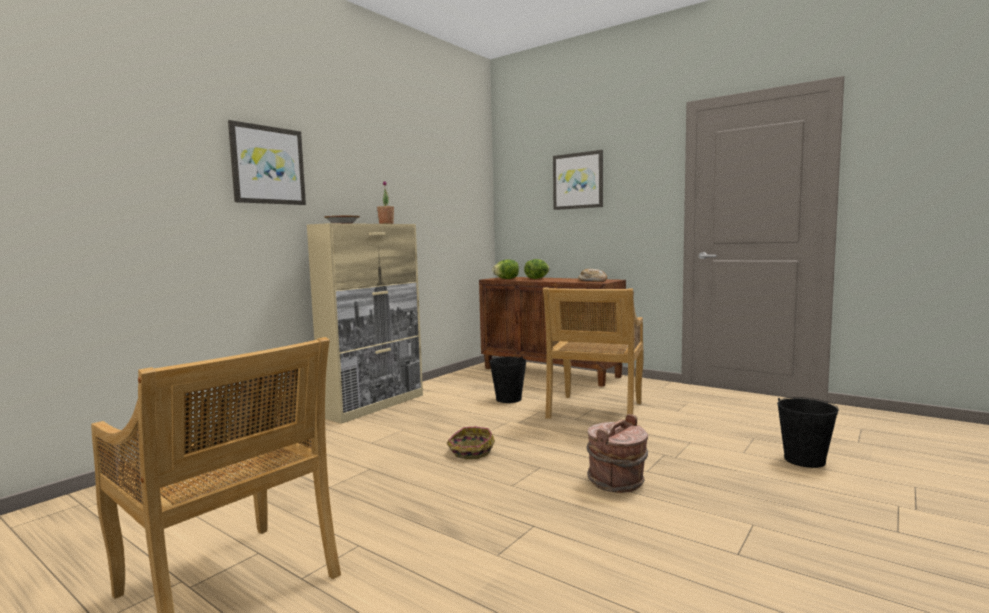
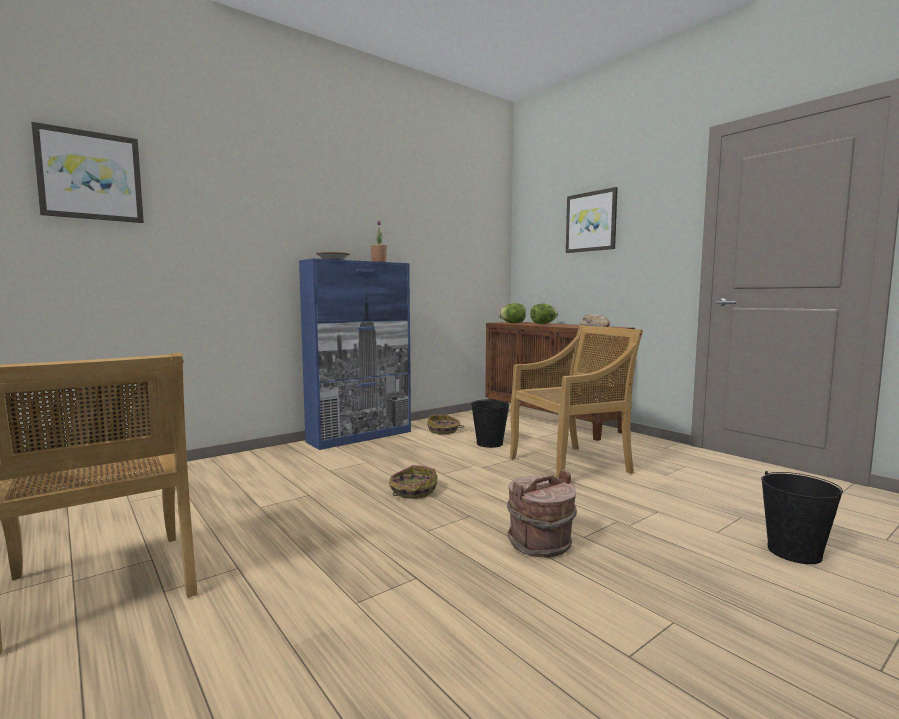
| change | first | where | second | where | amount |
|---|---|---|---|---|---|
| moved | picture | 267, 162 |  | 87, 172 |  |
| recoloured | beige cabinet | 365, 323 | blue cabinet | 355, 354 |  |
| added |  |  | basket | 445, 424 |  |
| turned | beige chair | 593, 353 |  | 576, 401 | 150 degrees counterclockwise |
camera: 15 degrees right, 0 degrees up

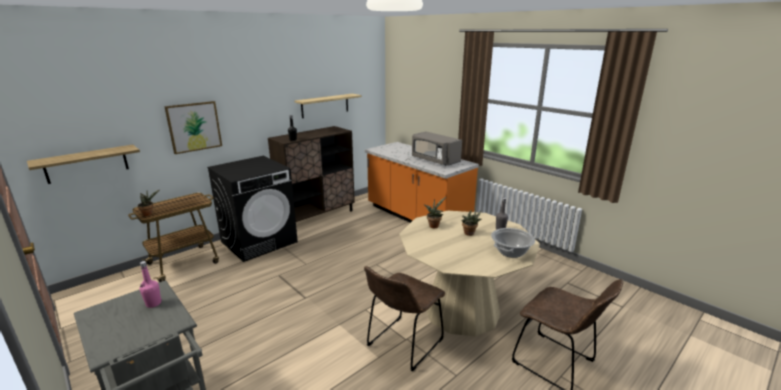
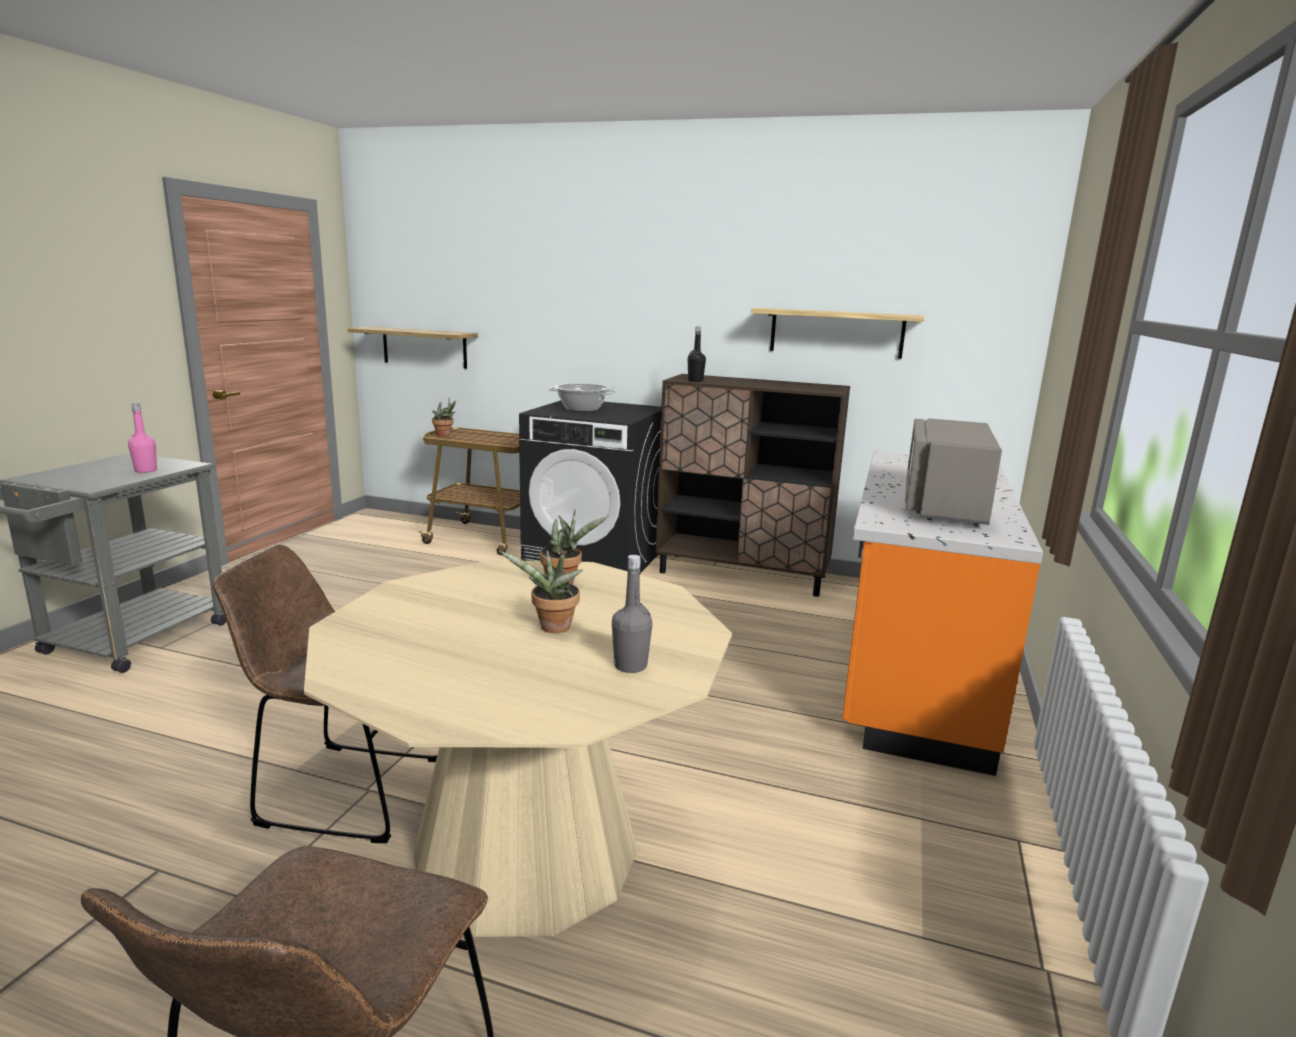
| change | first | where | second | where | amount |
|---|---|---|---|---|---|
| moved | cooking pot | 513, 243 |  | 582, 397 |  |
| removed | picture | 193, 127 |  |  |  |
camera: 60 degrees right, 5 degrees down

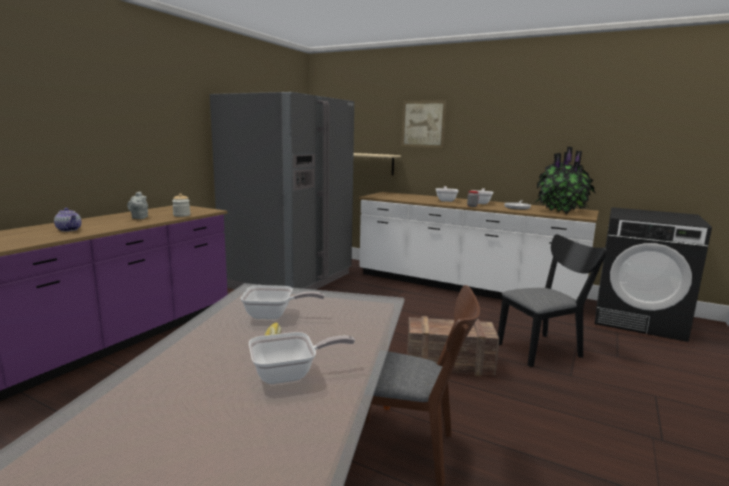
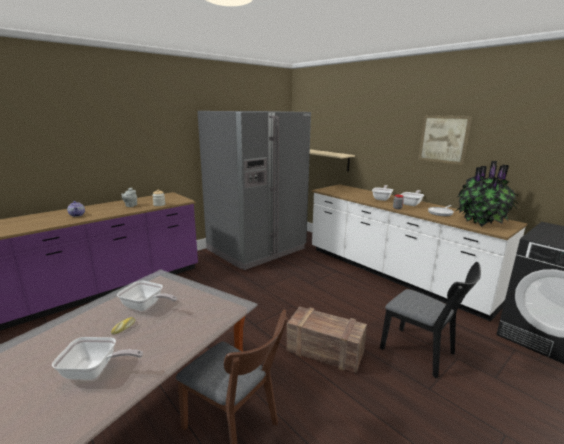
| change | first | where | second | where | amount |
|---|---|---|---|---|---|
| turned | black chair | 552, 300 |  | 430, 320 | 45 degrees clockwise |
| moved | picture | 424, 124 |  | 445, 140 |  |
camera: 20 degrees right, 5 degrees up

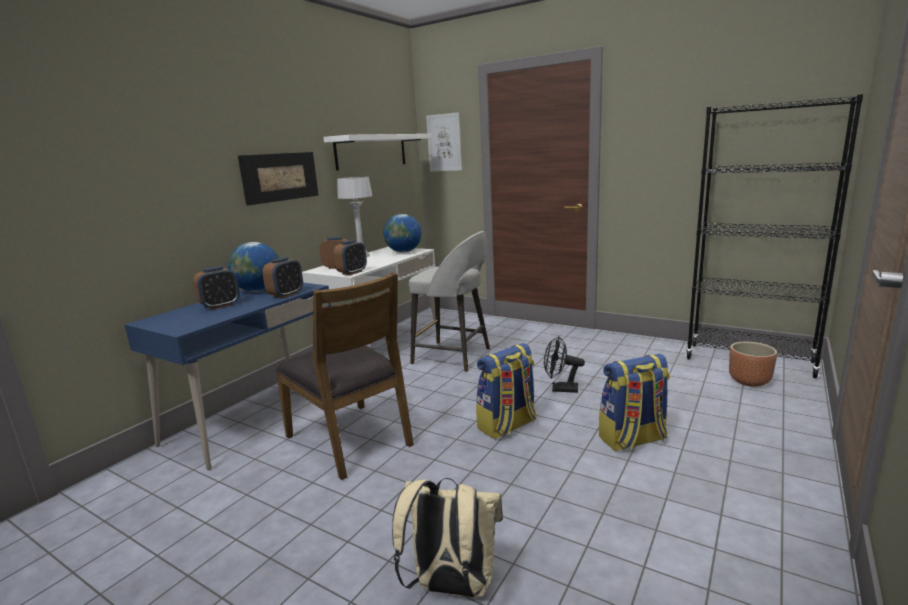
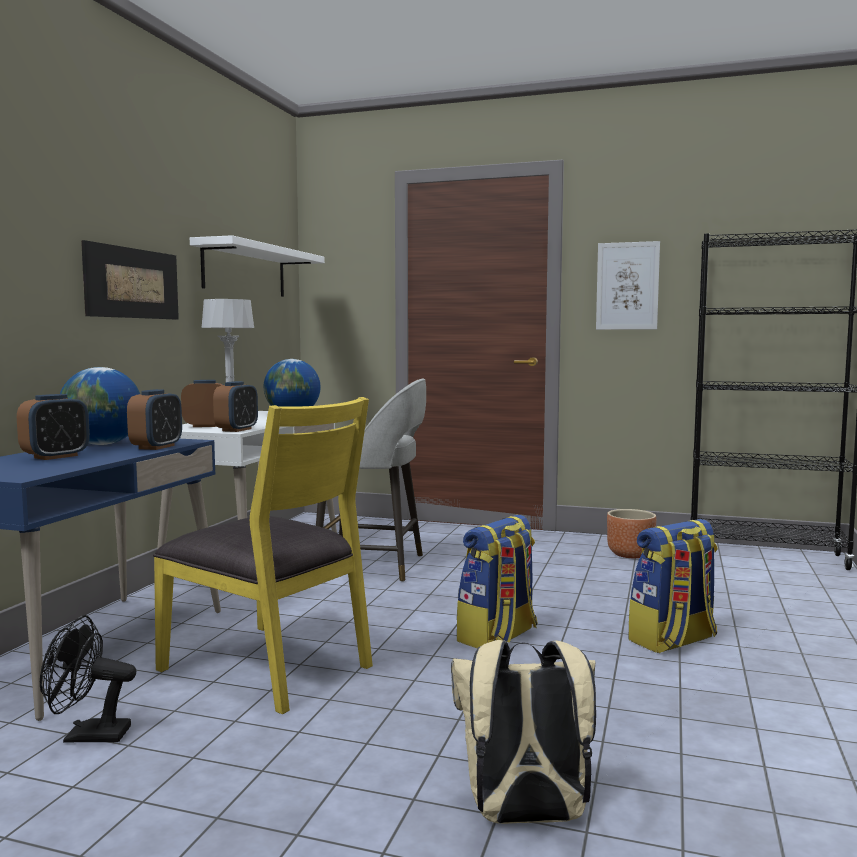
| change | first | where | second | where | amount |
|---|---|---|---|---|---|
| moved | black fan | 564, 364 |  | 88, 679 |  |
| recoloured | brown chair | 344, 376 | yellow chair | 263, 556 |  |
| moved | picture | 444, 142 |  | 628, 285 |  |
| moved | brown planter | 753, 364 |  | 631, 533 |  |
camera: 15 degrees left, 10 degrees down

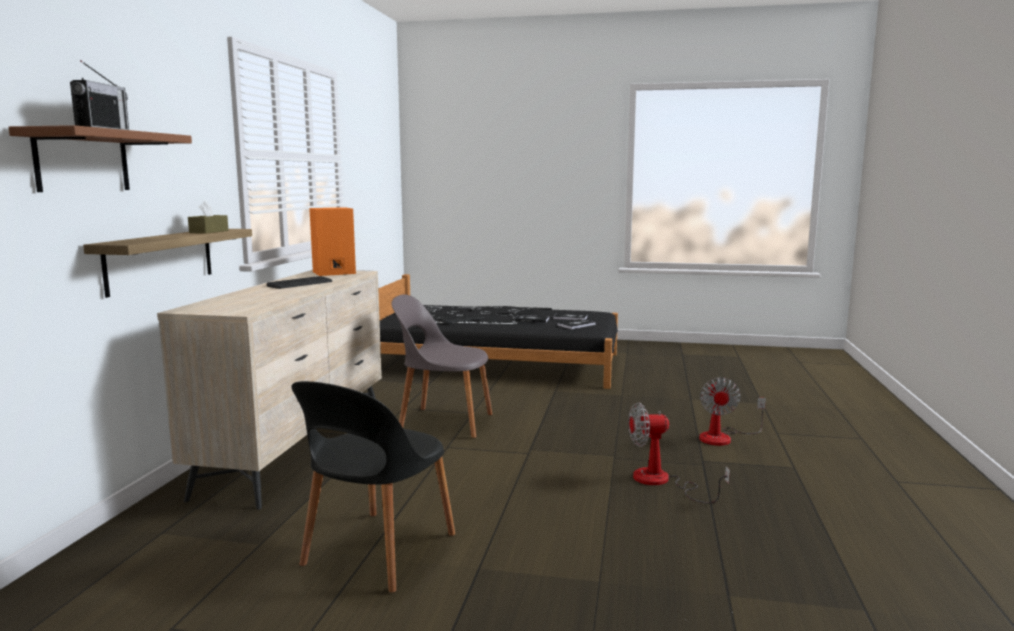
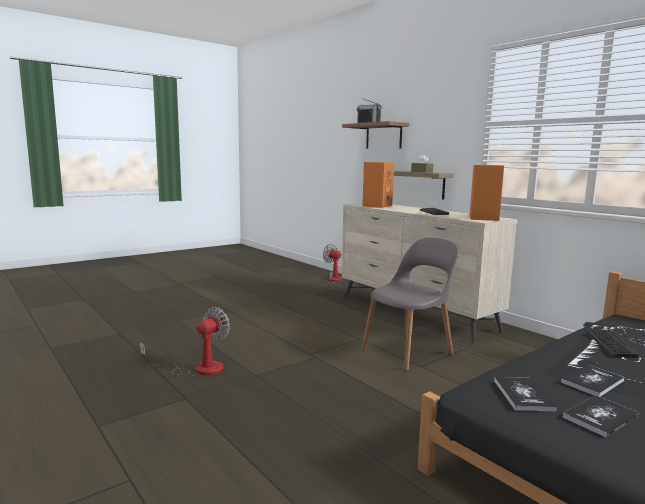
| change | first | where | second | where | amount |
|---|---|---|---|---|---|
| moved | fan | 732, 411 |  | 333, 265 |  |
| added |  |  | orange speaker | 378, 185 |  |
| removed | black chair | 373, 487 |  |  |  |
camera: 130 degrees right, 0 degrees up

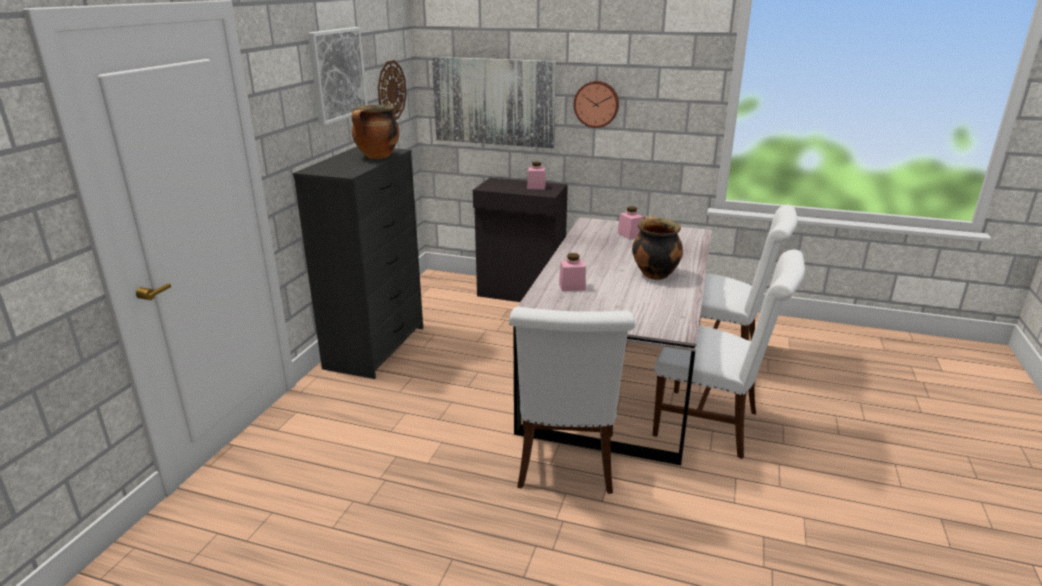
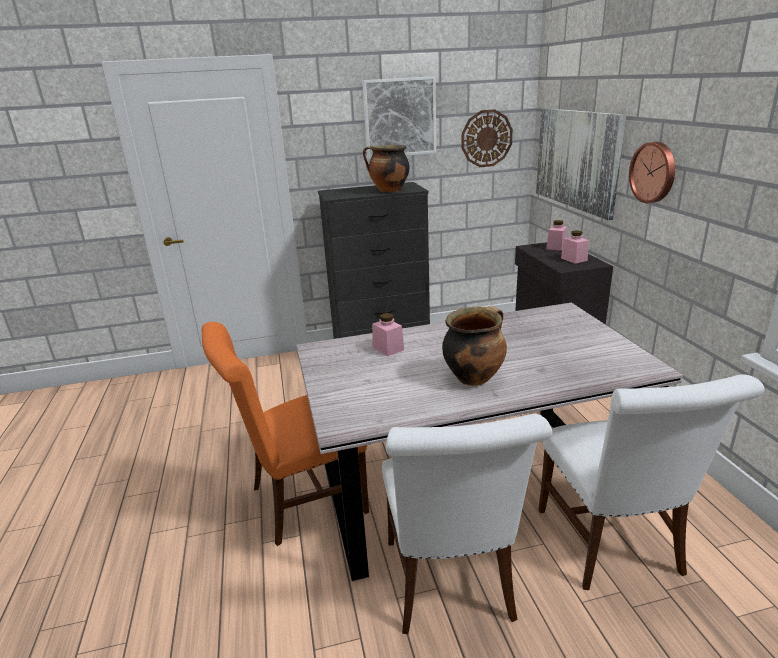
| change | first | where | second | where | amount |
|---|---|---|---|---|---|
| recoloured | white chair | 572, 400 | orange chair | 285, 434 |  |
| moved | pink jar | 630, 222 |  | 556, 235 |  |
camera: 60 degrees right, 0 degrees up

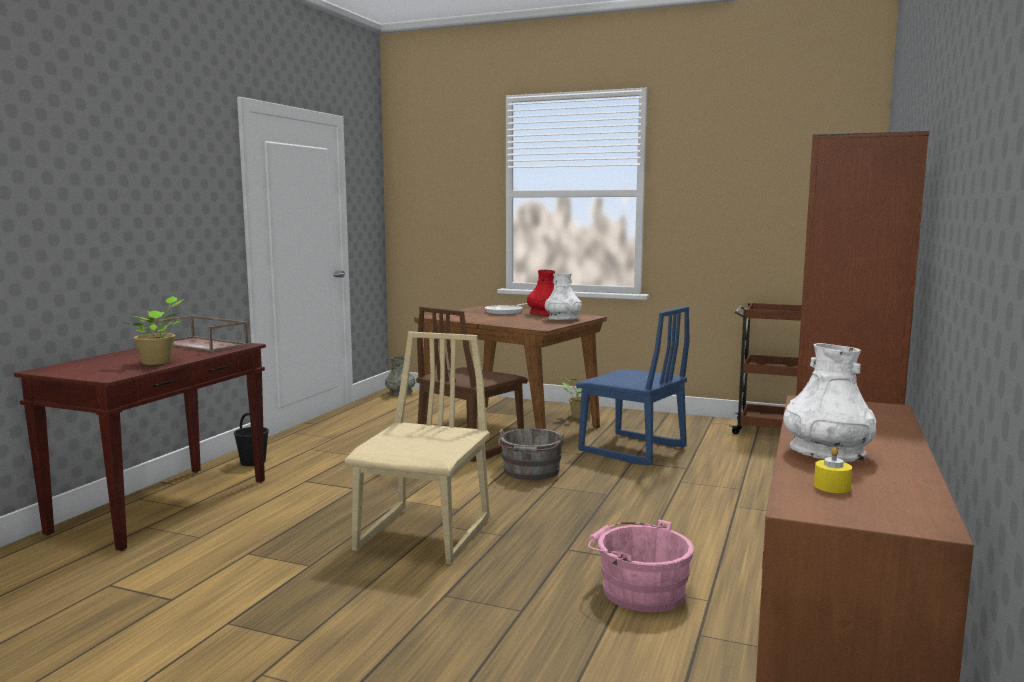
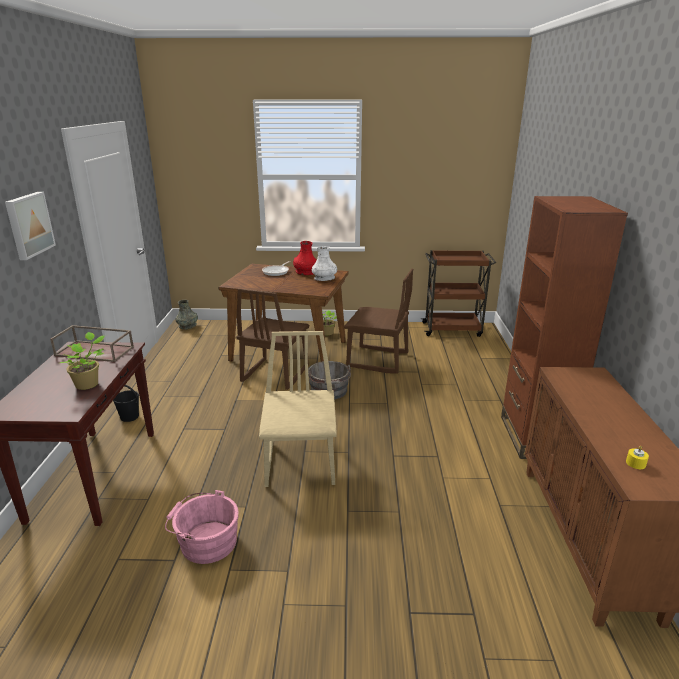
| change | first | where | second | where | amount |
|---|---|---|---|---|---|
| added |  |  | picture | 30, 226 |  |
| moved | pink bucket | 641, 566 |  | 202, 527 |  |
| recoloured | blue chair | 633, 385 | brown chair | 378, 321 |  |
| removed | white vase | 829, 402 |  |  |  |
camera: 20 degrees left, 15 degrees up

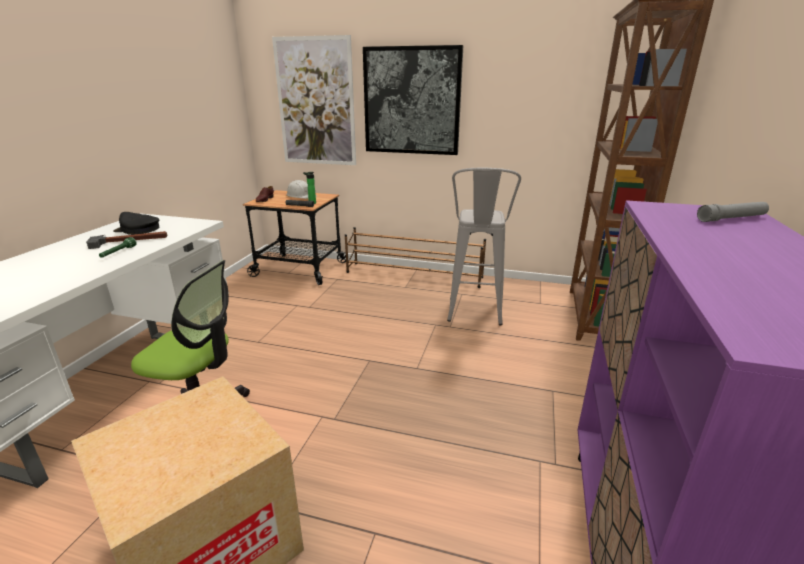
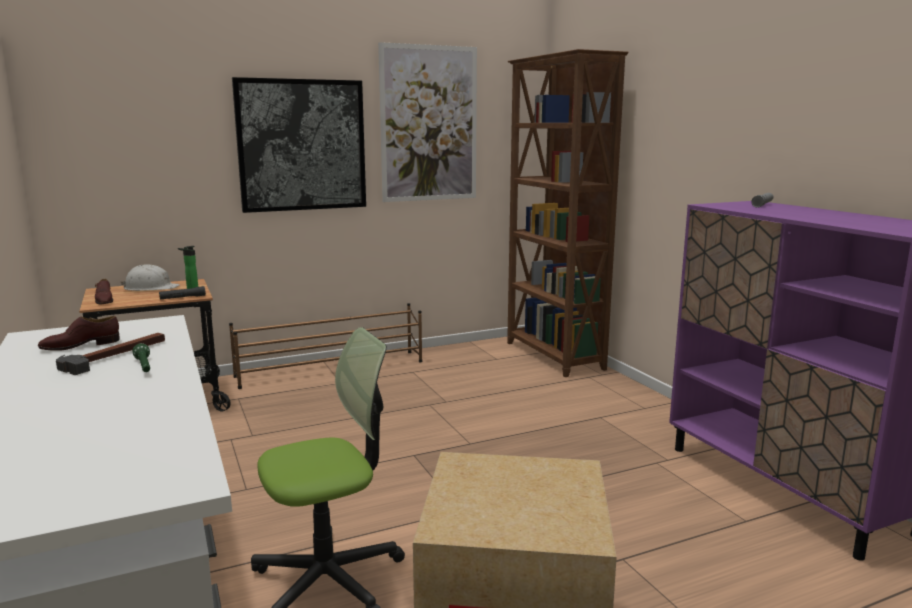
| change | first | where | second | where | amount |
|---|---|---|---|---|---|
| replaced | black cap | 136, 223 | brown shoe | 79, 333 |  |
| moved | picture | 314, 100 |  | 427, 122 |  |
| removed | grey stool | 484, 247 |  |  |  |
camera: 40 degrees left, 10 degrees down

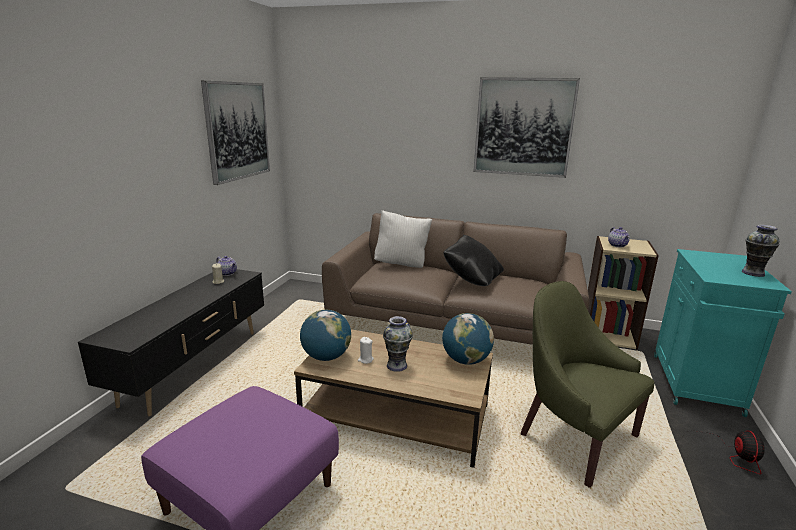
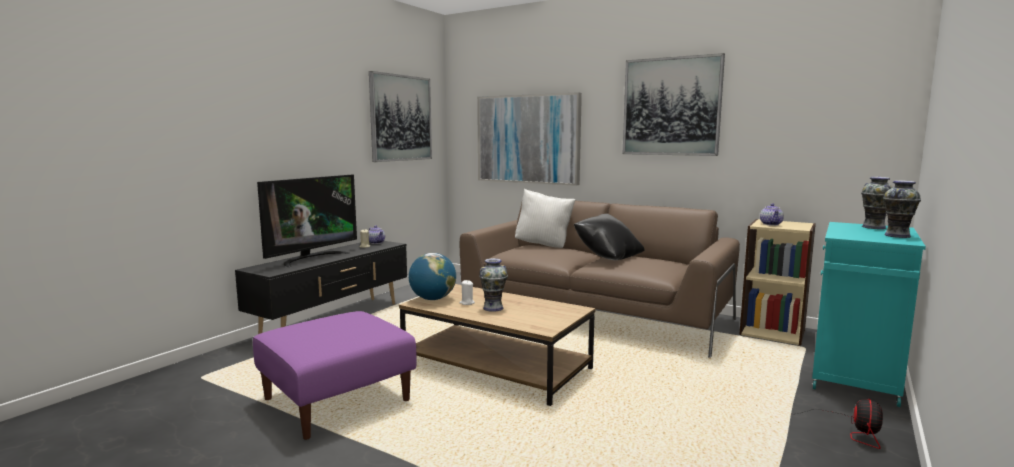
| change | first | where | second | where | amount |
|---|---|---|---|---|---|
| added |  |  | television | 307, 221 |  |
| added |  |  | picture | 529, 139 |  |
| added |  |  | vase | 877, 203 |  |
| removed | globe | 468, 339 |  |  |  |
| removed | green armchair | 587, 384 |  |  |  |
camera: 15 degrees right, 10 degrees down

